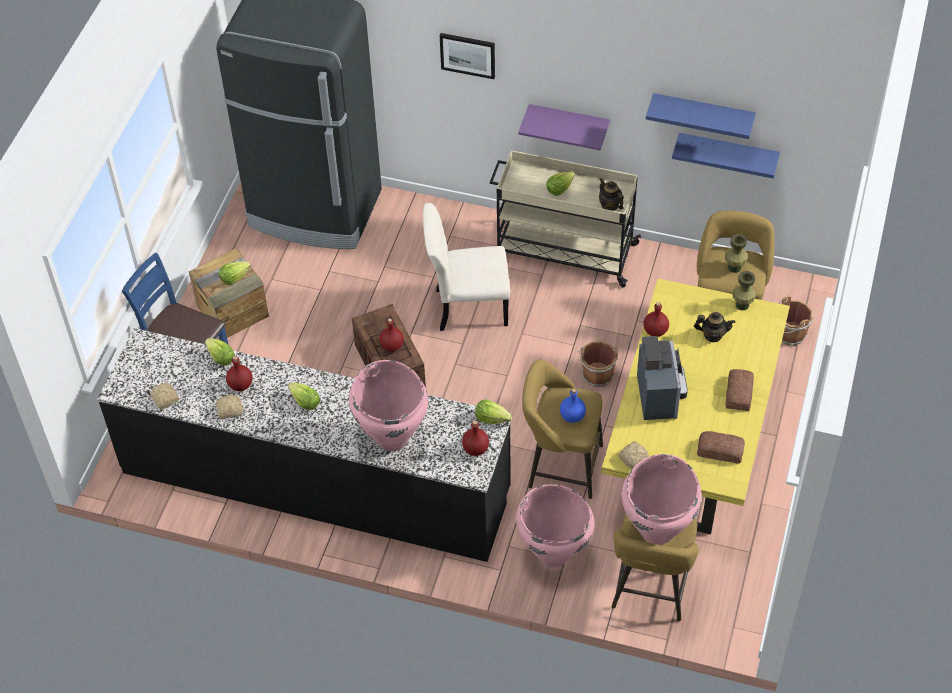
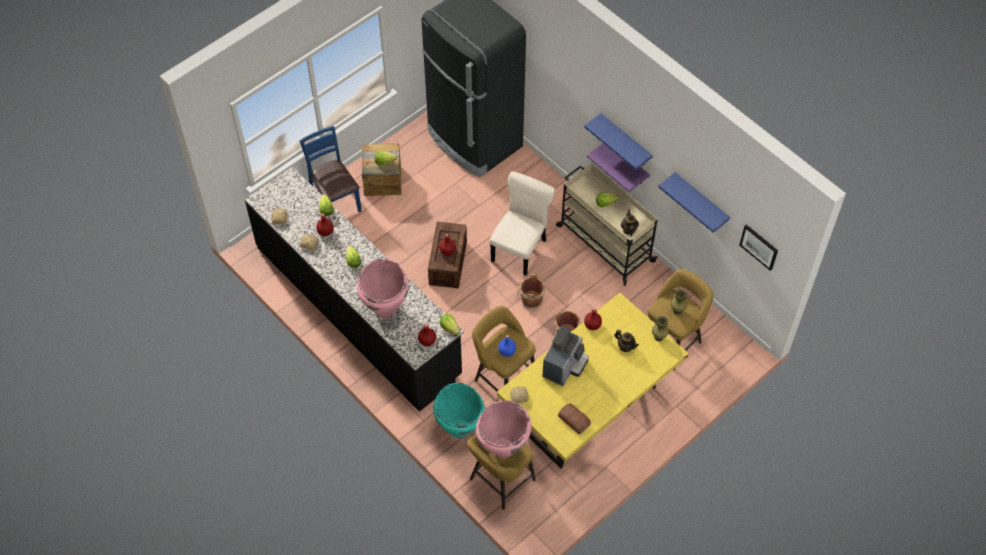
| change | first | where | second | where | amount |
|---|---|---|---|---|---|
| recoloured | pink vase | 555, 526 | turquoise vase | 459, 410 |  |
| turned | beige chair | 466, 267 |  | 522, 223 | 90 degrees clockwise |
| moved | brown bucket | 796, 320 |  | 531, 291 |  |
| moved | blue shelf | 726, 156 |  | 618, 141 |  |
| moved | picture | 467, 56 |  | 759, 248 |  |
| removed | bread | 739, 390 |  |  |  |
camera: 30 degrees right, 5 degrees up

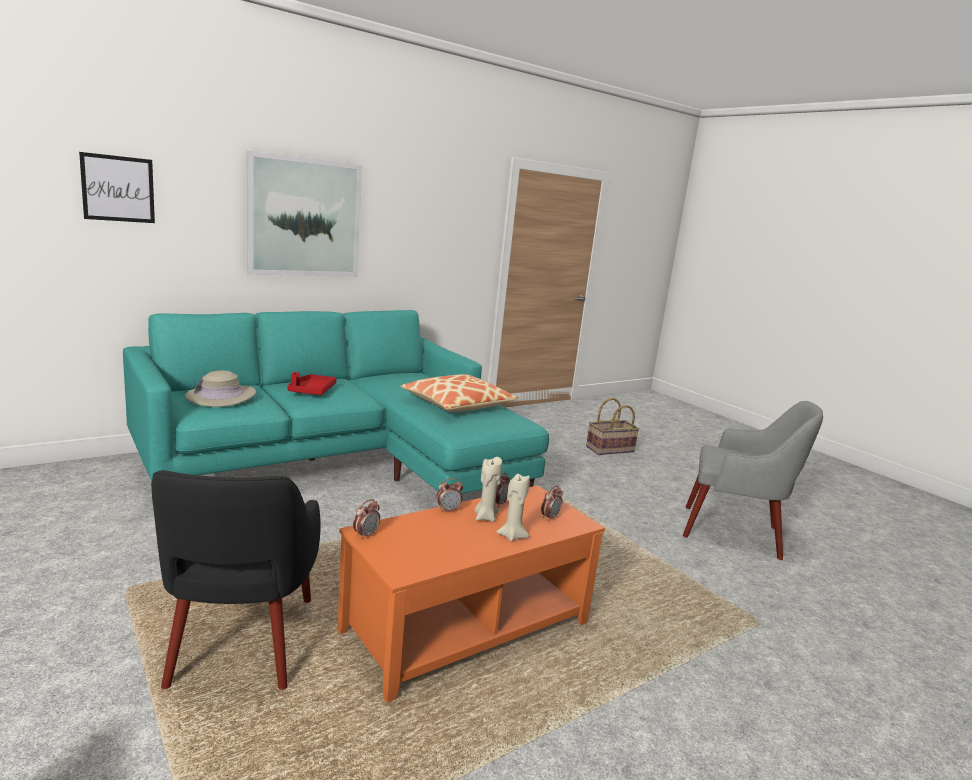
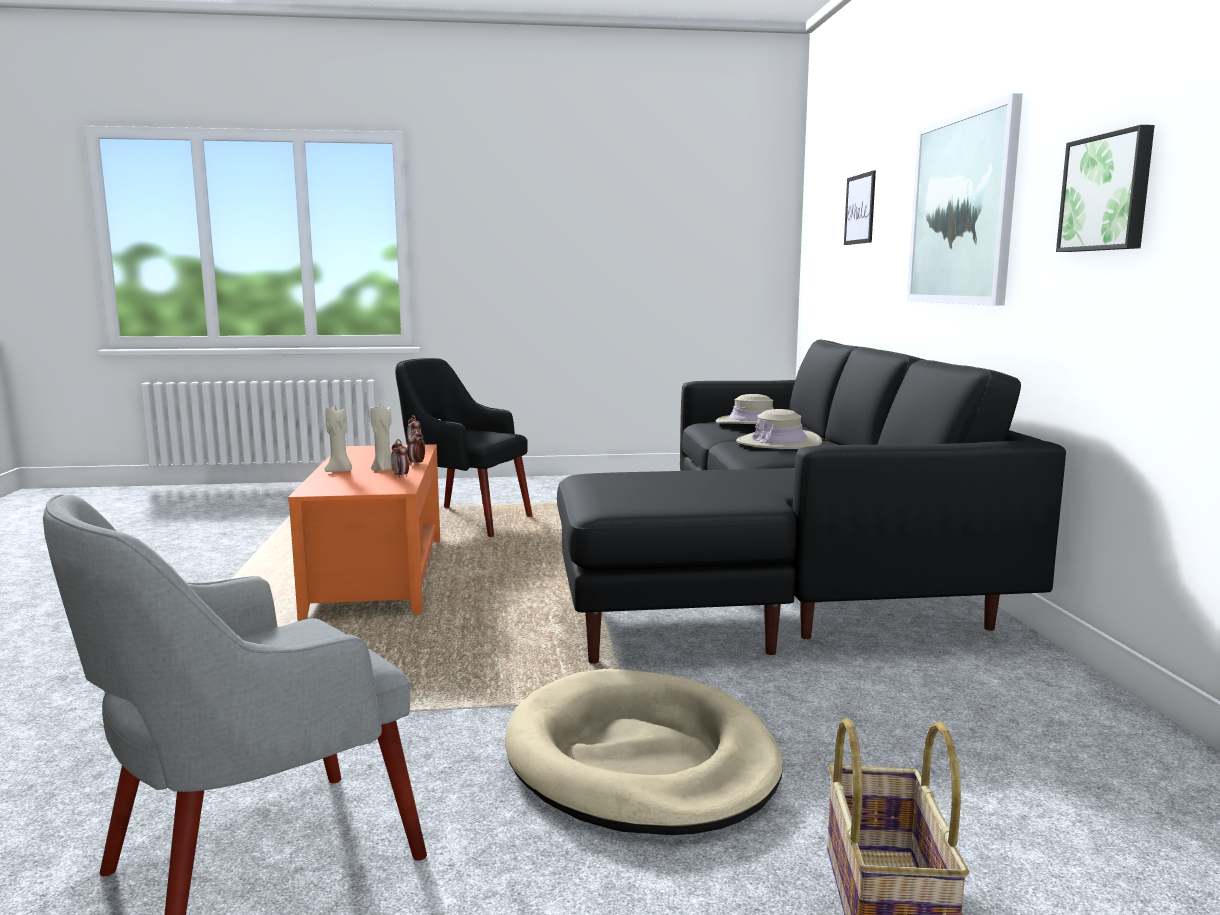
| change | first | where | second | where | amount |
|---|---|---|---|---|---|
| added |  |  | beige dog bed | 644, 752 |  |
| recoloured | turquoise sofa | 336, 402 | black sofa | 811, 501 |  |
| replaced | red tray | 312, 383 | beige hat | 779, 429 |  |
| added |  |  | picture | 1105, 188 |  |
| removed | pillow | 459, 393 |  |  |  |
| removed | alarm clock | 552, 503 |  |  |  |
camera: 120 degrees right, 5 degrees down

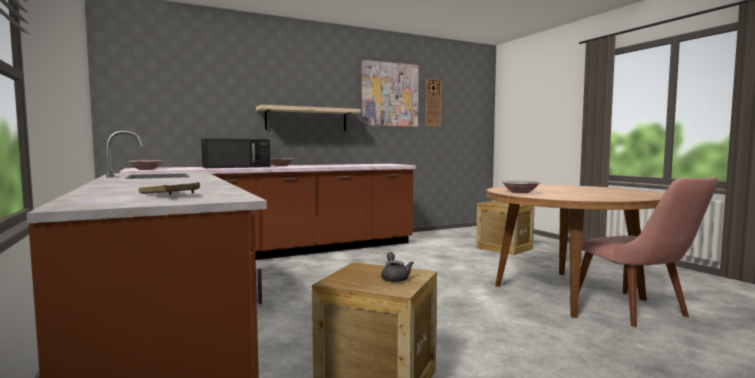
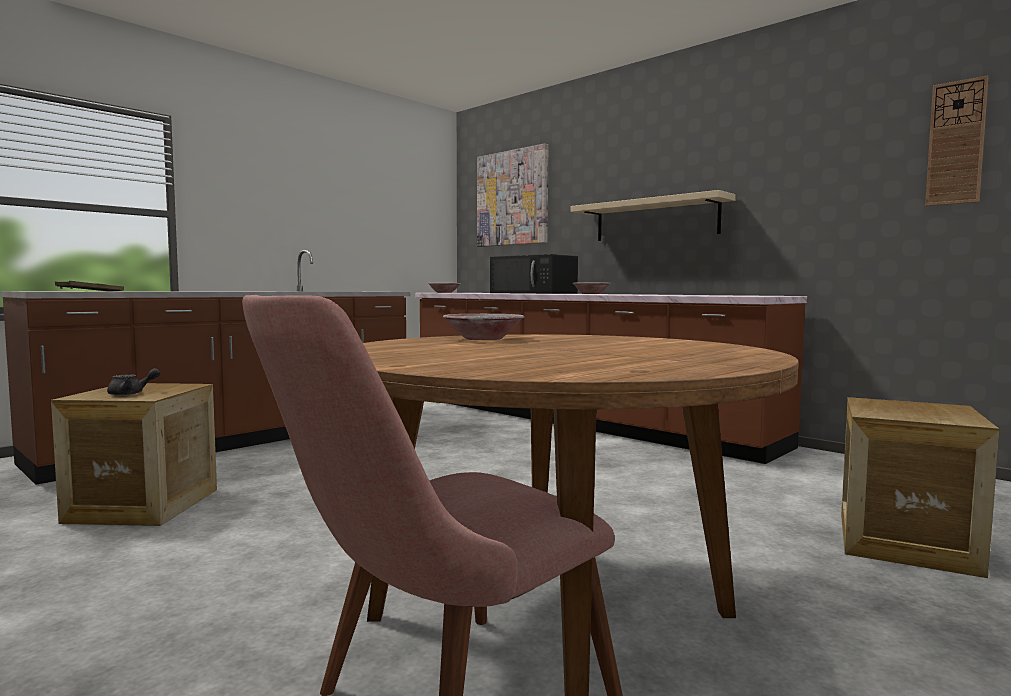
| change | first | where | second | where | amount |
|---|---|---|---|---|---|
| moved | picture | 390, 93 |  | 512, 195 |  |
camera: 70 degrees right, 0 degrees up

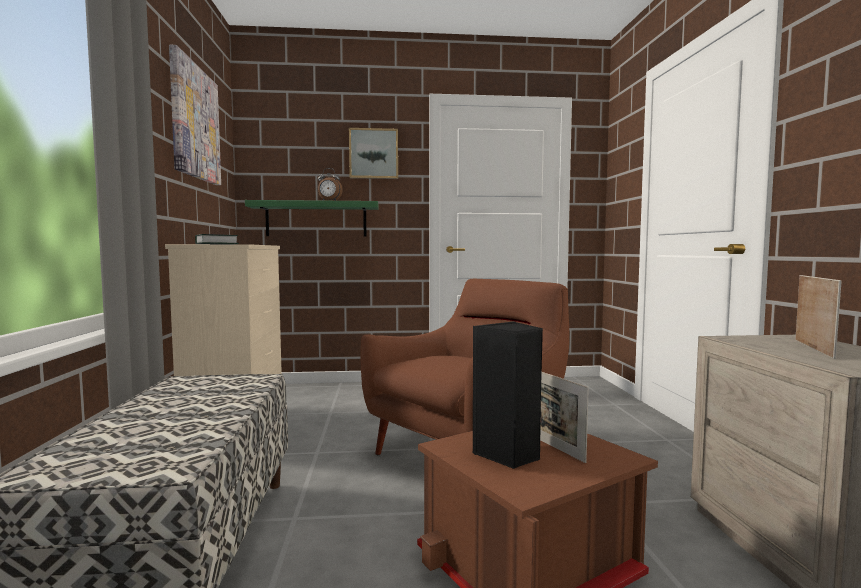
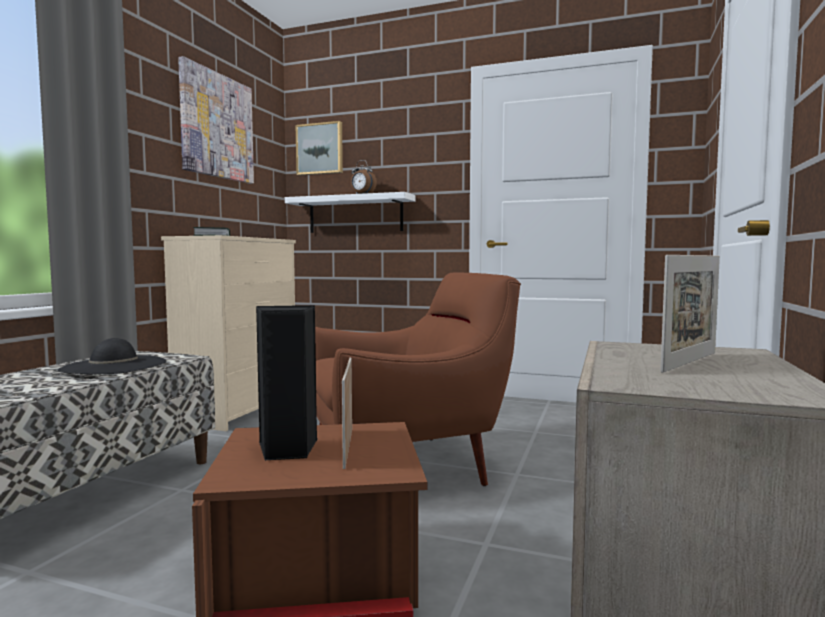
| change | first | where | second | where | amount |
|---|---|---|---|---|---|
| added |  |  | black hat | 112, 356 |  |
| recoloured | green shelf | 311, 218 | white shelf | 350, 212 |  |
| moved | picture | 373, 153 |  | 319, 148 |  |
camera: 25 degrees right, 0 degrees up

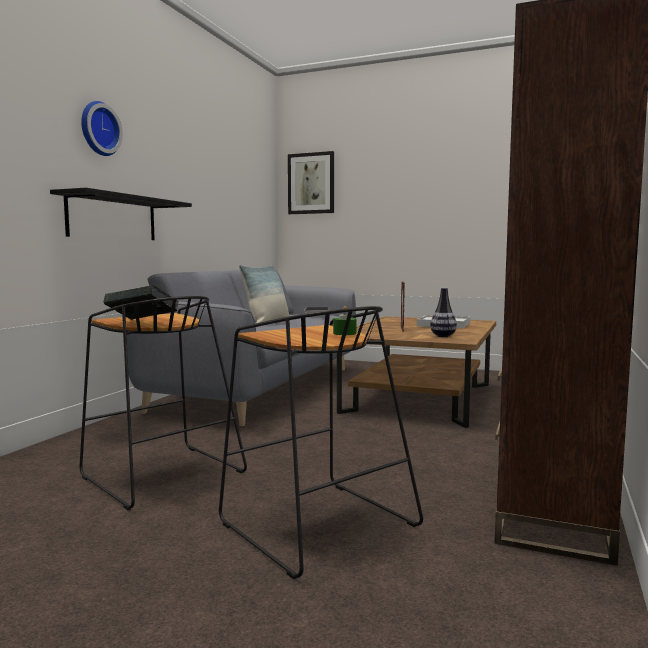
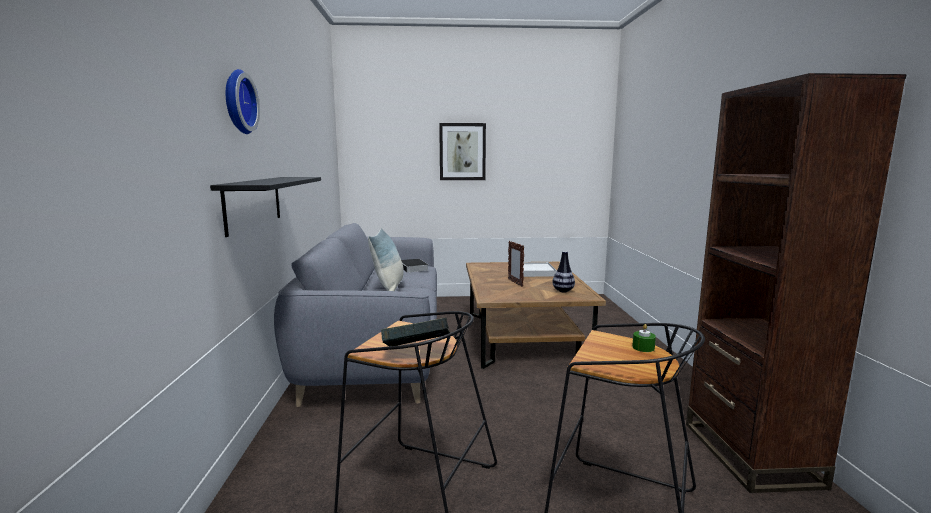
| change | first | where | second | where | amount |
|---|---|---|---|---|---|
| moved | picture | 311, 182 |  | 462, 151 |  |
camera: 25 degrees left, 5 degrees up

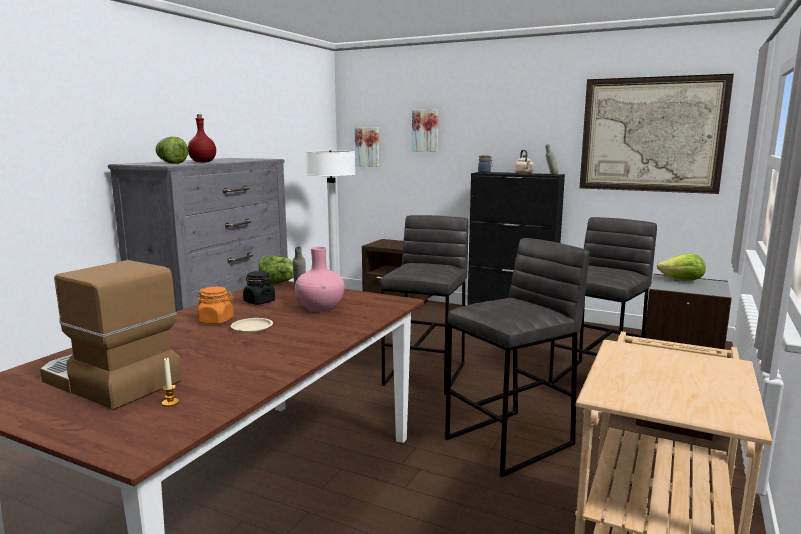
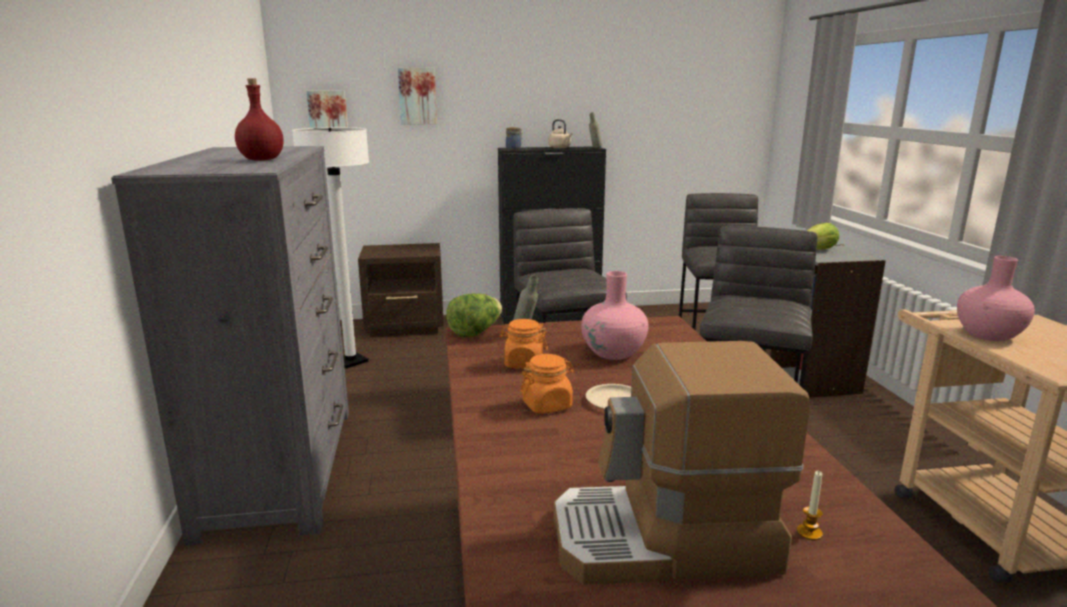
| change | first | where | second | where | amount |
|---|---|---|---|---|---|
| recoloured | black jar | 259, 288 | orange jar | 523, 344 |  |
| added |  |  | pink vase | 996, 298 |  |
| removed | lettuce | 171, 150 |  |  |  |
| removed | picture | 657, 134 |  |  |  |
camera: 35 degrees left, 5 degrees up

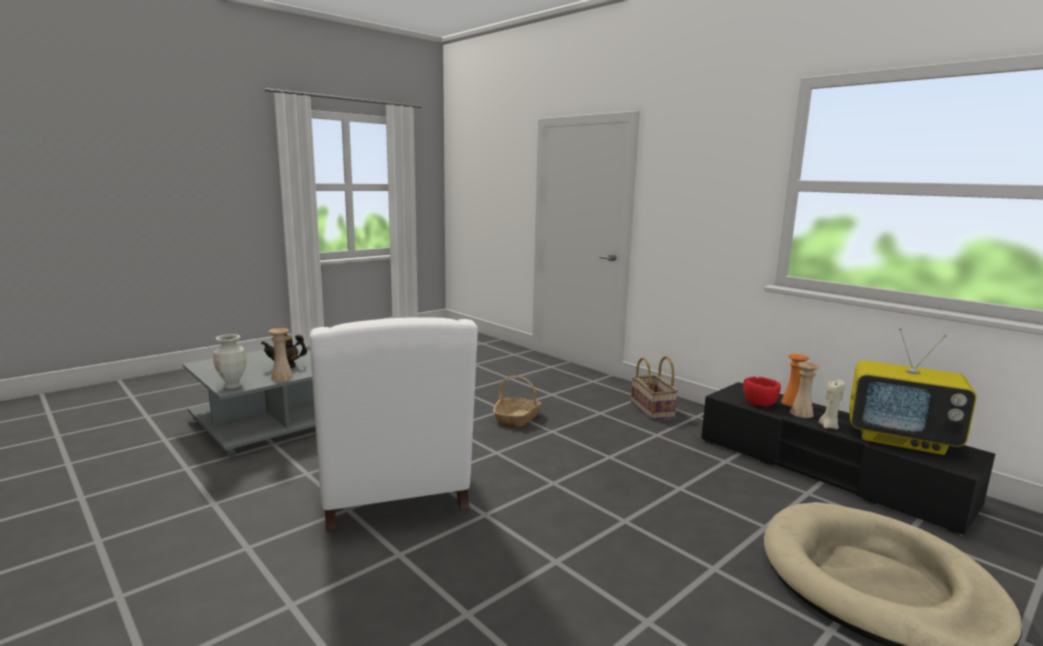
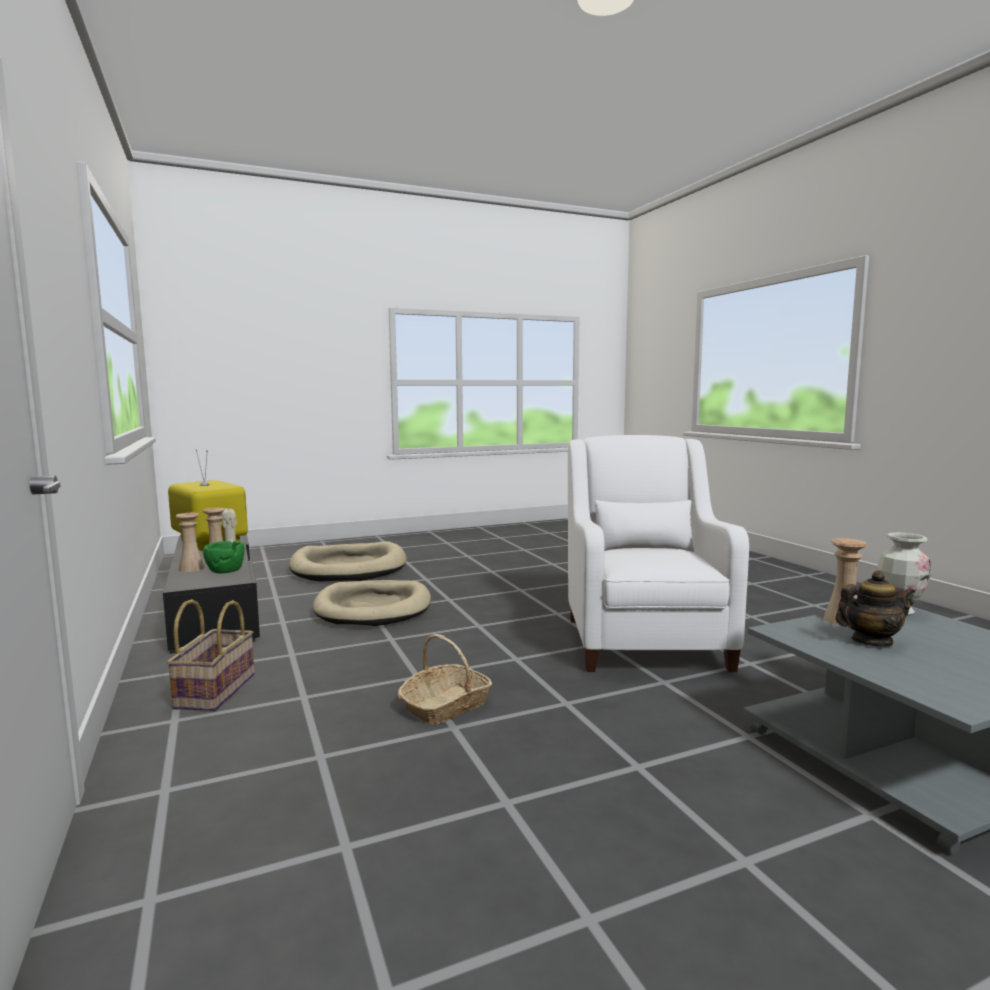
| change | first | where | second | where | amount |
|---|---|---|---|---|---|
| recoloured | orange vase | 795, 380 | beige vase | 190, 542 |  |
| recoloured | red bowl | 762, 391 | green bowl | 224, 557 |  |
| added |  |  | beige dog bed | 372, 603 |  |
camera: 160 degrees left, 5 degrees down

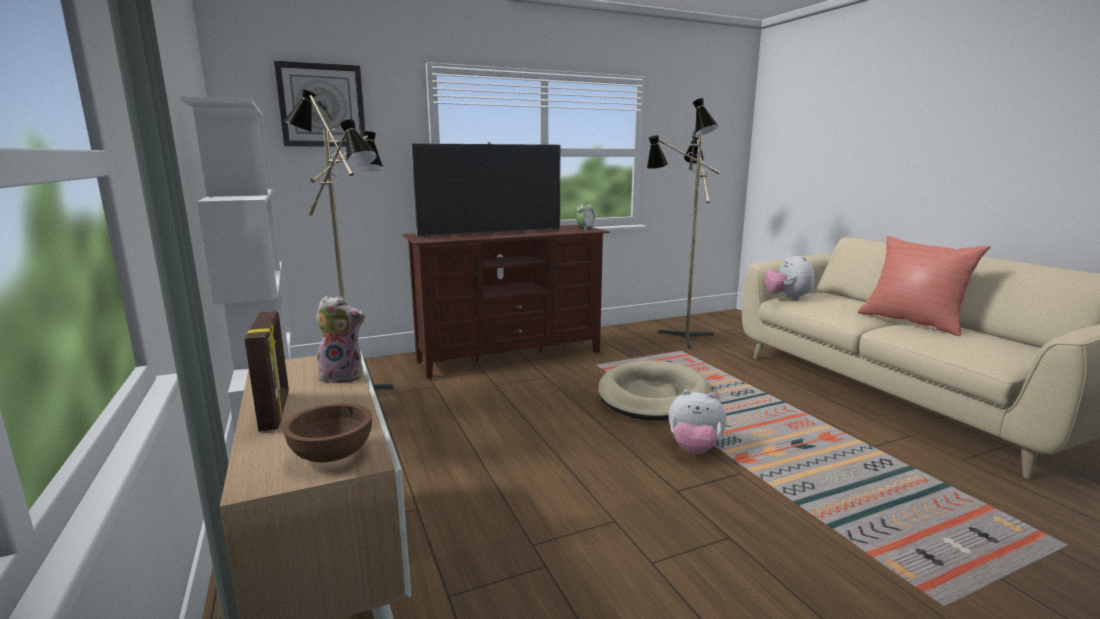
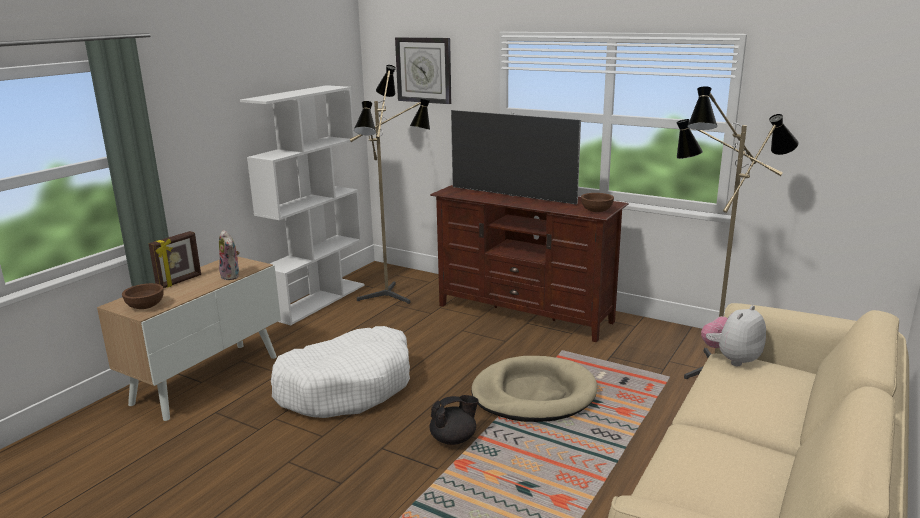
| change | first | where | second | where | amount |
|---|---|---|---|---|---|
| added |  |  | white dog bed | 340, 372 |  |
| replaced | plush toy | 697, 422 | black teapot | 454, 420 |  |
| replaced | alarm clock | 585, 216 | brown bowl | 597, 202 |  |
| removed | red pillow | 924, 286 |  |  |  |
camera: 55 degrees right, 5 degrees up

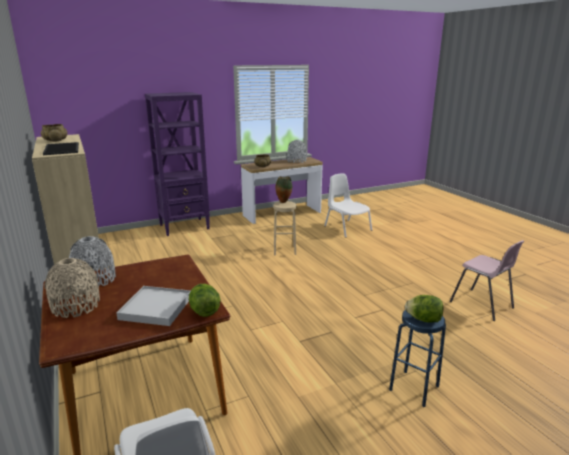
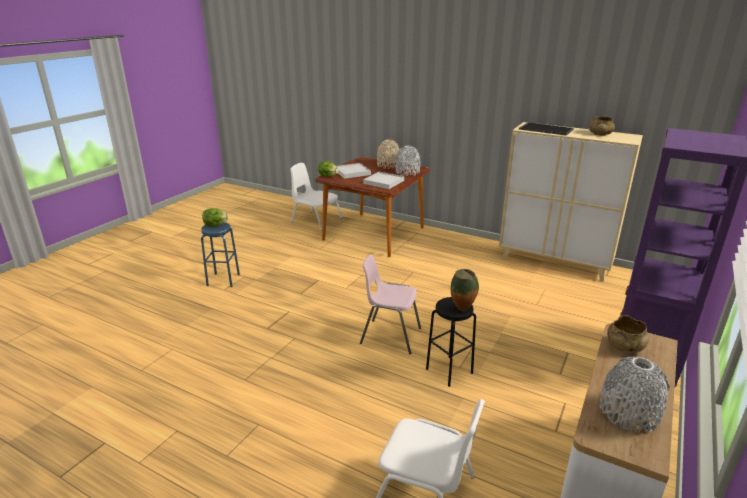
| change | first | where | second | where | amount |
|---|---|---|---|---|---|
| moved | pink chair | 487, 280 |  | 390, 304 |  |
| added |  |  | white tray | 383, 180 |  |
| recoloured | beige stool | 284, 228 | black stool | 451, 342 |  |
camera: 145 degrees right, 5 degrees up

